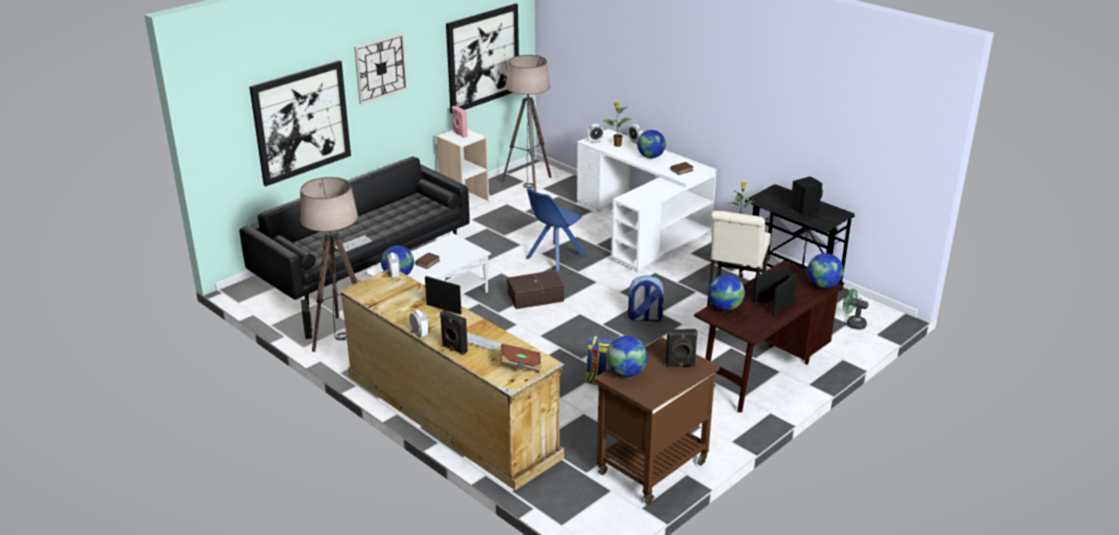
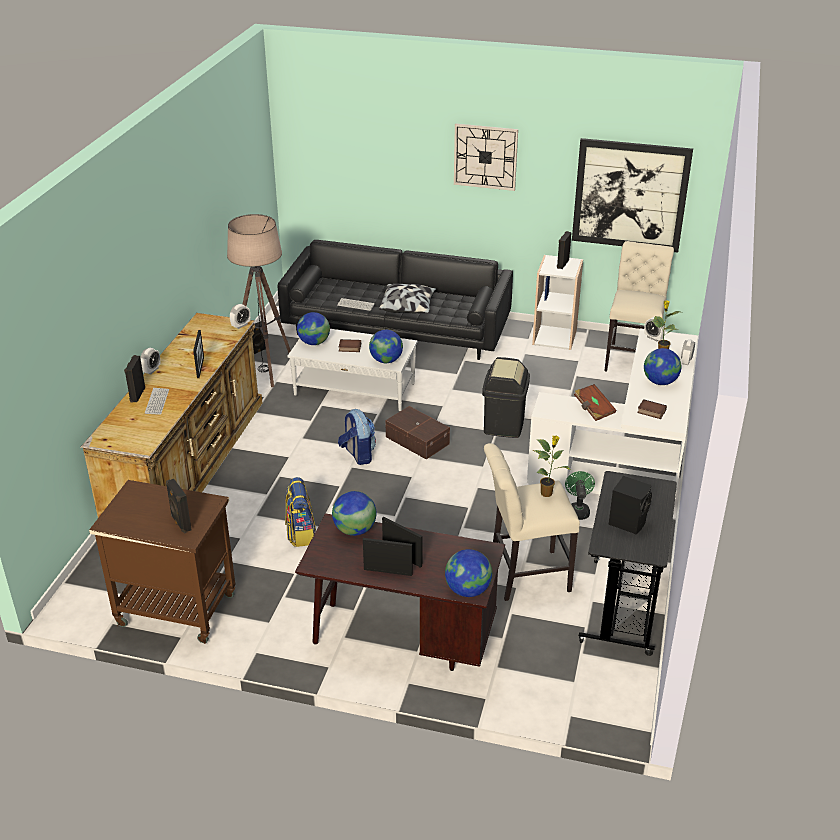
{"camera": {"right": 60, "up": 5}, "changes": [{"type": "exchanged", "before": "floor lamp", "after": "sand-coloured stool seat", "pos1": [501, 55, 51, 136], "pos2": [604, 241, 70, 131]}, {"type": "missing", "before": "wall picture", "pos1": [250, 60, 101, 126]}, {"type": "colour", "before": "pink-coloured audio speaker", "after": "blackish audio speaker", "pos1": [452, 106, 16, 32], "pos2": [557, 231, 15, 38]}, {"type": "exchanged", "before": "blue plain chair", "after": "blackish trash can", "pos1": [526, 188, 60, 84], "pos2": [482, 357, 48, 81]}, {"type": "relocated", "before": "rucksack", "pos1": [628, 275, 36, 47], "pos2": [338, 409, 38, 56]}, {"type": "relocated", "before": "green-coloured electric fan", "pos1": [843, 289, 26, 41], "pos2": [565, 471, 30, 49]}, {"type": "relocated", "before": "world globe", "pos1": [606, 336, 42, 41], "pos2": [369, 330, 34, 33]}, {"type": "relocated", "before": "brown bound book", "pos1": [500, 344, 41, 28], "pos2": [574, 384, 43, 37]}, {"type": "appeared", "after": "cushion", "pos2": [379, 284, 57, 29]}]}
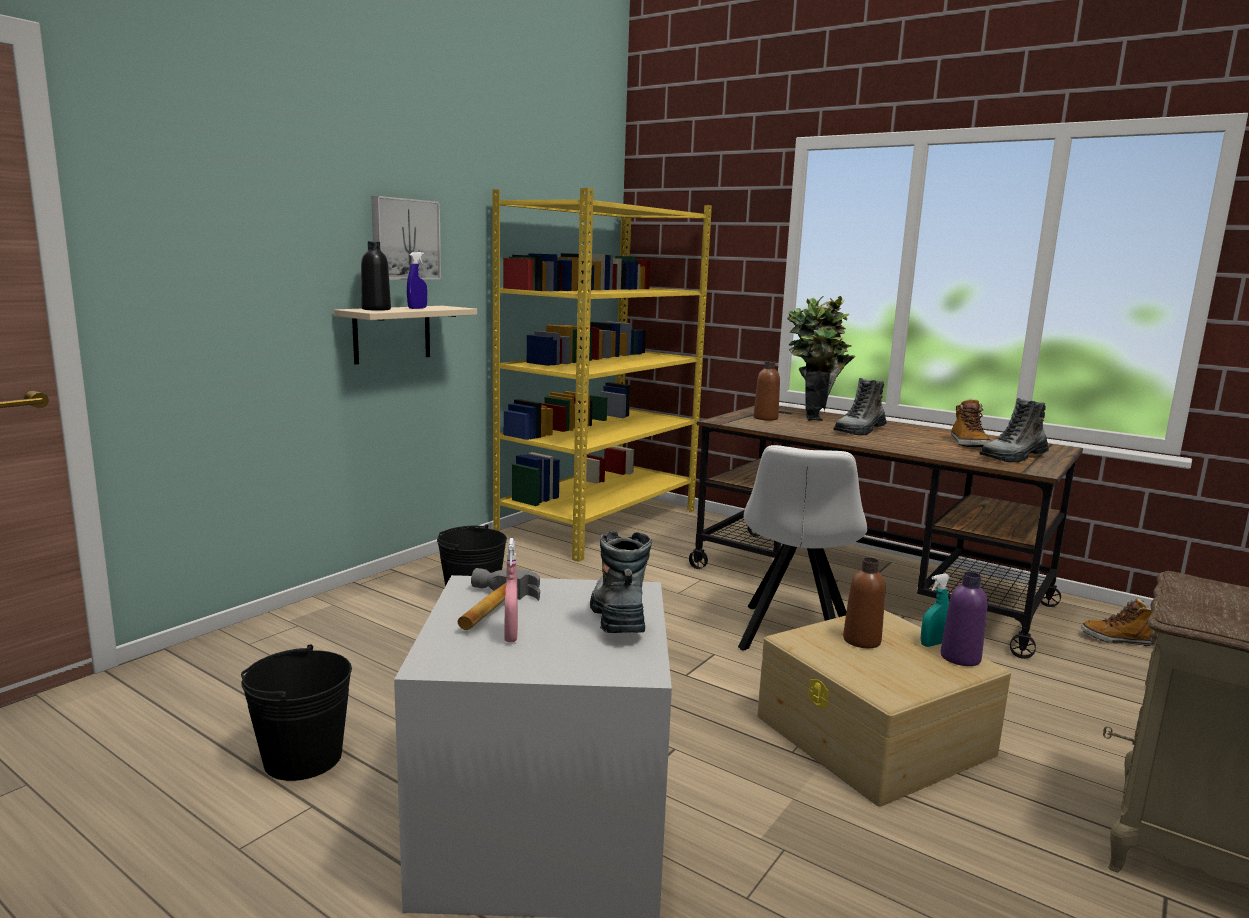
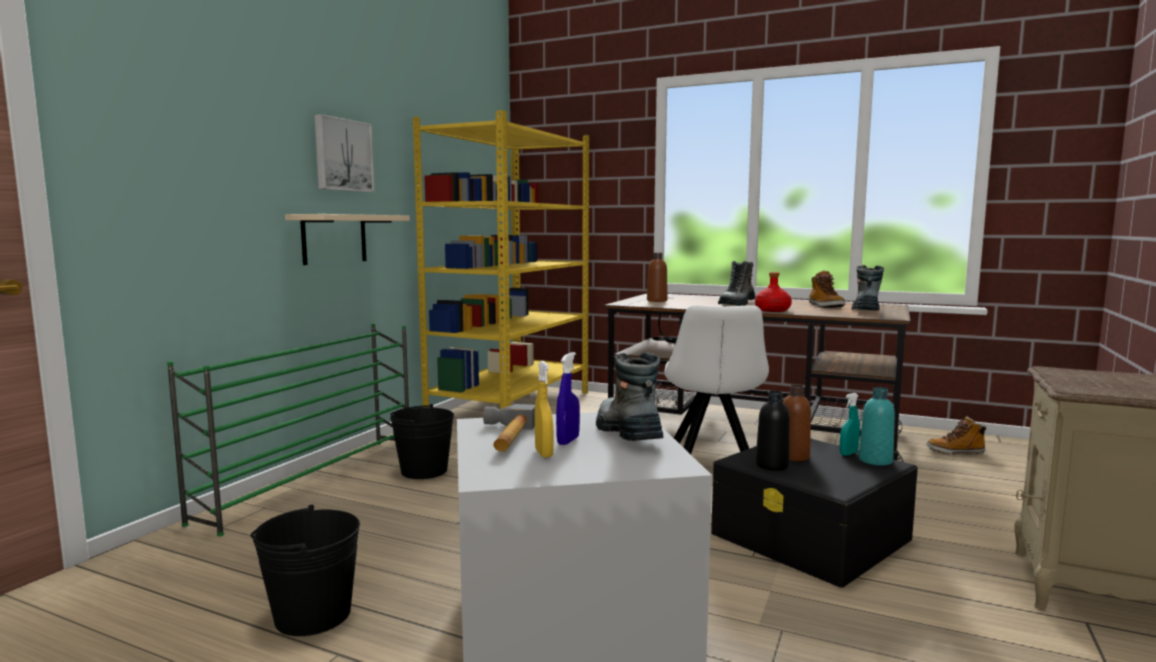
{"camera": {"right": -10, "up": -5}, "changes": [{"type": "relocated", "before": "blackish bottle", "pos1": [361, 241, 30, 70], "pos2": [756, 391, 34, 80]}, {"type": "relocated", "before": "blue spray bottle", "pos1": [407, 252, 20, 57], "pos2": [556, 352, 24, 93]}, {"type": "missing", "before": "houseplant", "pos1": [787, 296, 69, 125]}, {"type": "spun", "before": "boot", "pos1": [980, 398, 69, 65], "pos2": [852, 265, 32, 46], "turn": 150}, {"type": "colour", "before": "pink-coloured spray bottle", "after": "yellow-coloured spray bottle", "pos1": [505, 538, 13, 104], "pos2": [535, 361, 18, 97]}, {"type": "colour", "before": "purple-coloured bottle", "after": "turquoise bottle", "pos1": [941, 572, 47, 94], "pos2": [859, 387, 36, 79]}, {"type": "colour", "before": "sand-coloured storage container", "after": "blackish storage container", "pos1": [757, 610, 254, 197], "pos2": [711, 439, 207, 149]}, {"type": "appeared", "after": "red-coloured bottle", "pos2": [755, 272, 37, 40]}, {"type": "appeared", "after": "green-coloured shoe rack", "pos2": [167, 323, 242, 213]}]}
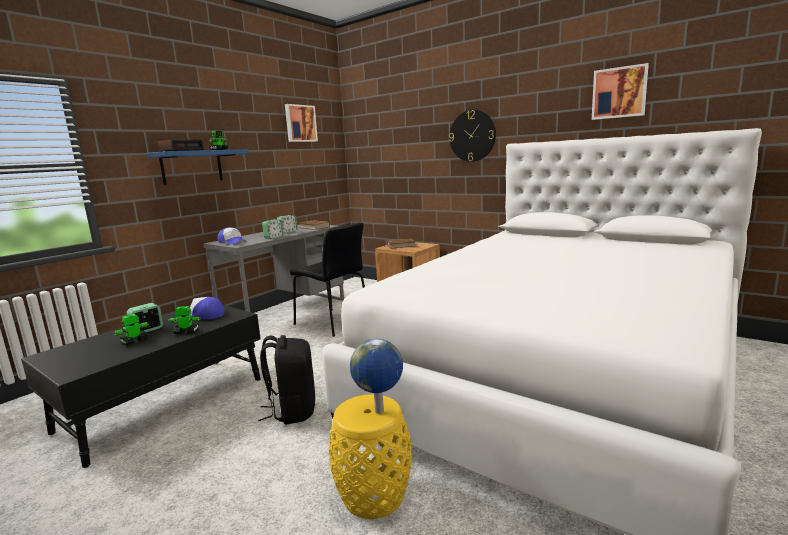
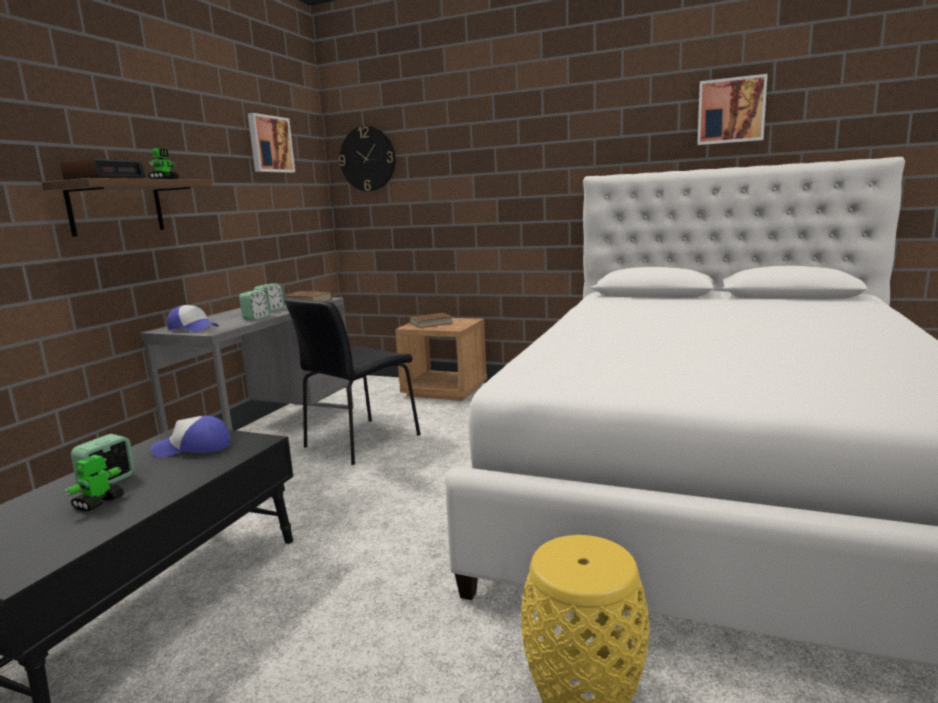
{"camera": {"right": -15, "up": 0}, "changes": [{"type": "relocated", "before": "clock on the wall", "pos1": [449, 110, 47, 52], "pos2": [339, 126, 57, 66]}, {"type": "colour", "before": "blue wall shelf", "after": "brown wall shelf", "pos1": [146, 149, 103, 36], "pos2": [41, 178, 171, 59]}, {"type": "spun", "before": "blackish plain chair", "pos1": [290, 222, 75, 115], "pos2": [284, 298, 137, 167], "turn": 105}, {"type": "missing", "before": "model robot", "pos1": [168, 306, 33, 28]}, {"type": "missing", "before": "blackish rucksack", "pos1": [258, 335, 57, 89]}, {"type": "missing", "before": "world globe", "pos1": [350, 339, 53, 75]}]}
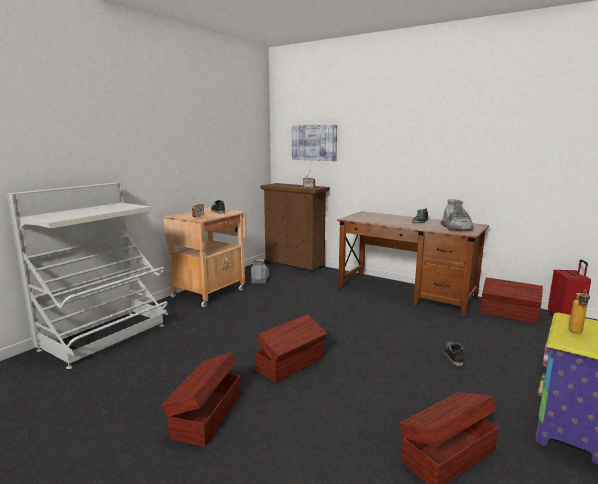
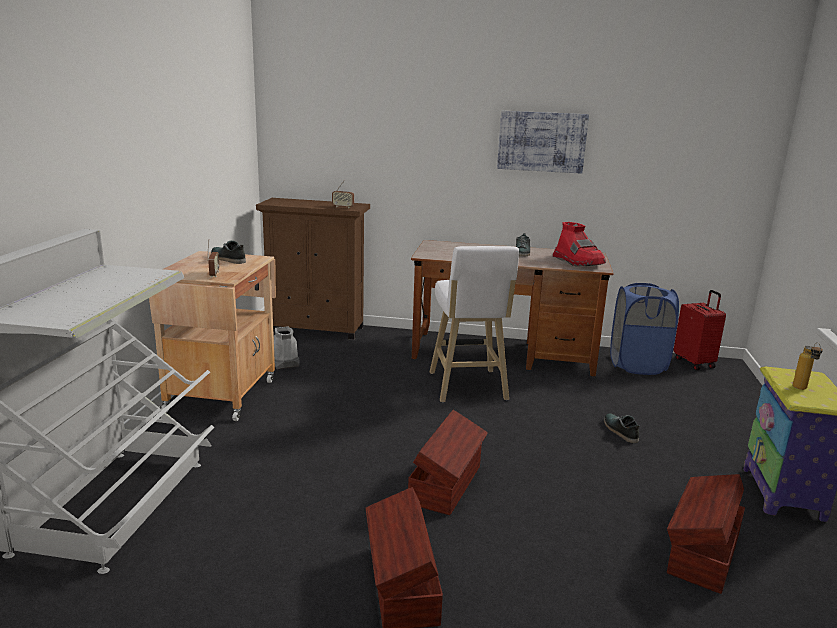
{"camera": {"right": -25, "up": 5}, "changes": [{"type": "relocated", "before": "wall picture", "pos1": [292, 125, 45, 36], "pos2": [497, 111, 92, 63]}, {"type": "colour", "before": "greyish boot", "after": "red-coloured boot", "pos1": [441, 199, 33, 32], "pos2": [553, 222, 53, 44]}, {"type": "exchanged", "before": "brown storage container", "after": "blue laundry basket", "pos1": [480, 277, 63, 47], "pos2": [610, 283, 69, 92]}, {"type": "appeared", "after": "white stool seat", "pos2": [430, 246, 89, 156]}]}
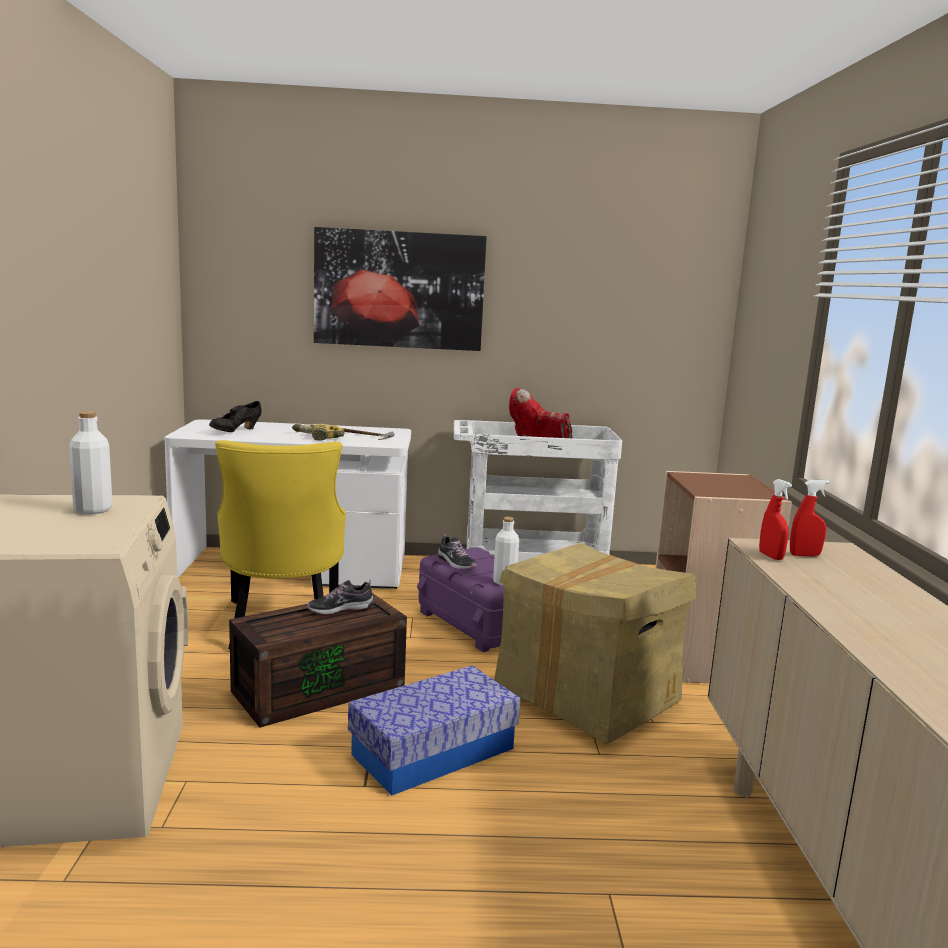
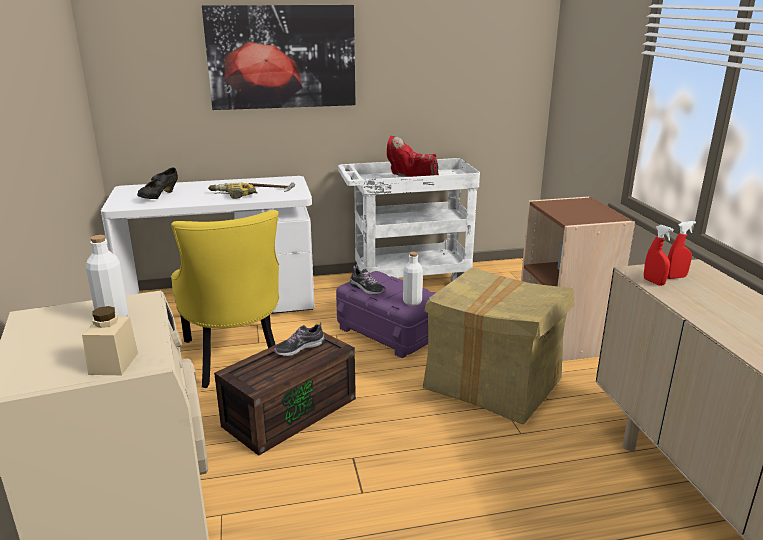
{"camera": {"right": -10, "up": 10}, "changes": [{"type": "missing", "before": "storage container", "pos1": [348, 665, 172, 131]}, {"type": "appeared", "after": "sand-coloured preserve jar", "pos2": [82, 306, 56, 69]}]}
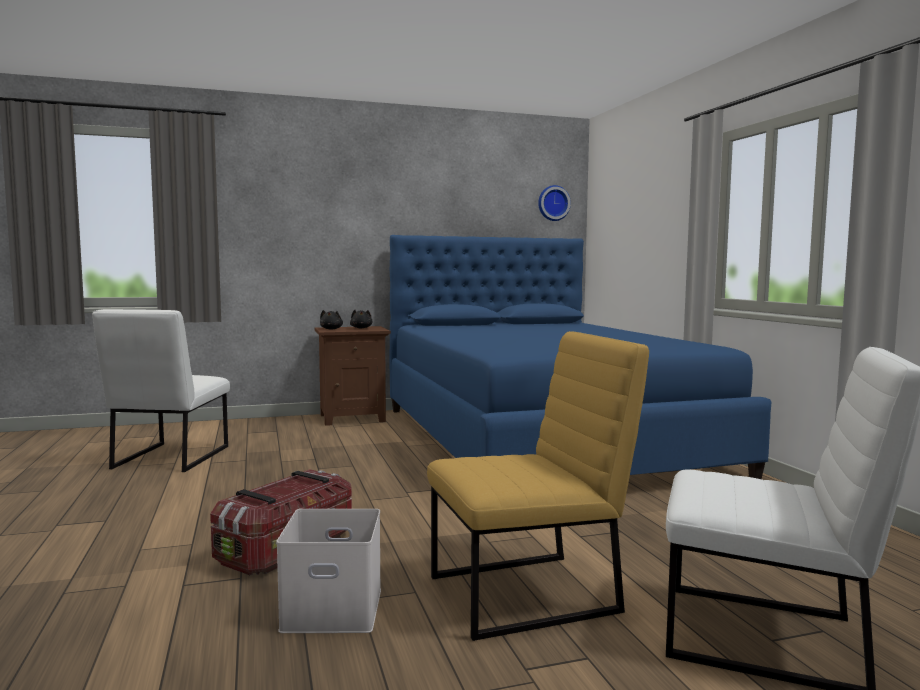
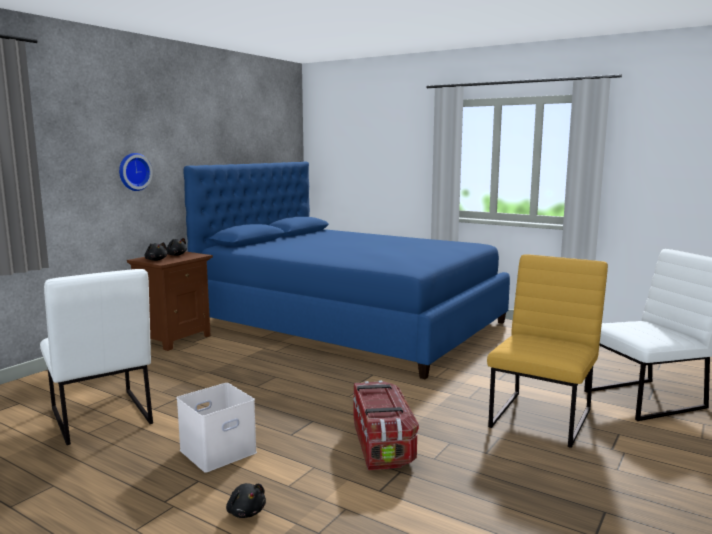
{"camera": {"right": -40, "up": 5}, "changes": [{"type": "relocated", "before": "clock on the wall", "pos1": [538, 185, 33, 36], "pos2": [119, 153, 34, 38]}, {"type": "relocated", "before": "white storage container", "pos1": [276, 509, 105, 124], "pos2": [177, 383, 80, 90]}, {"type": "appeared", "after": "blackish cuddly toy", "pos2": [226, 483, 40, 35]}]}
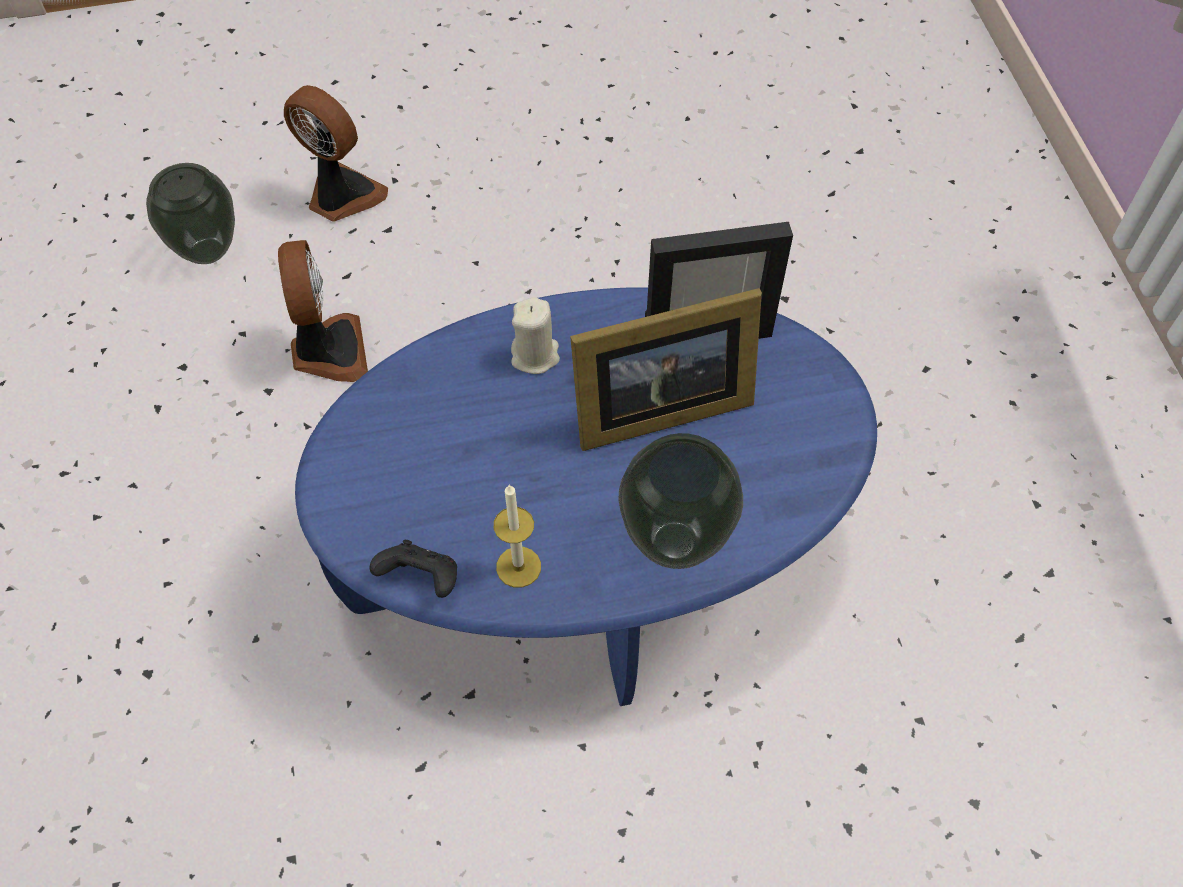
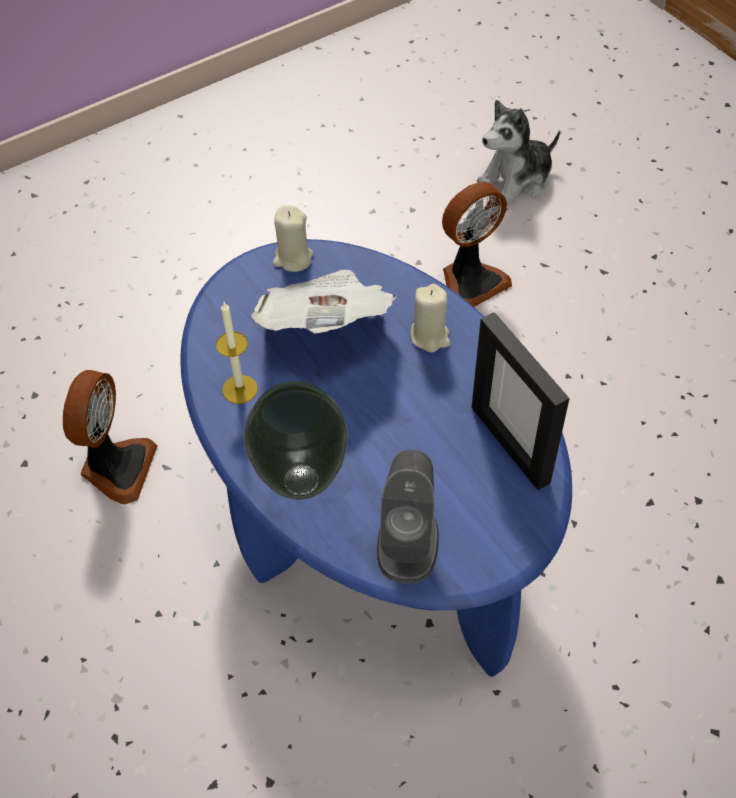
{"camera": {"right": 70, "up": -5}, "changes": [{"type": "relocated", "before": "electric fan", "pos1": [284, 85, 104, 136], "pos2": [63, 370, 95, 134]}, {"type": "exchanged", "before": "vase", "after": "cuddly toy", "pos1": [146, 163, 89, 101], "pos2": [477, 100, 83, 104]}, {"type": "missing", "before": "photo frame", "pos1": [570, 288, 192, 163]}, {"type": "missing", "before": "blackish gamepad", "pos1": [370, 540, 87, 58]}, {"type": "appeared", "after": "sand-coloured wax candle", "pos2": [273, 205, 40, 67]}, {"type": "appeared", "after": "newspaper", "pos2": [251, 270, 145, 63]}, {"type": "appeared", "after": "greyish audio speaker", "pos2": [377, 450, 62, 134]}]}
